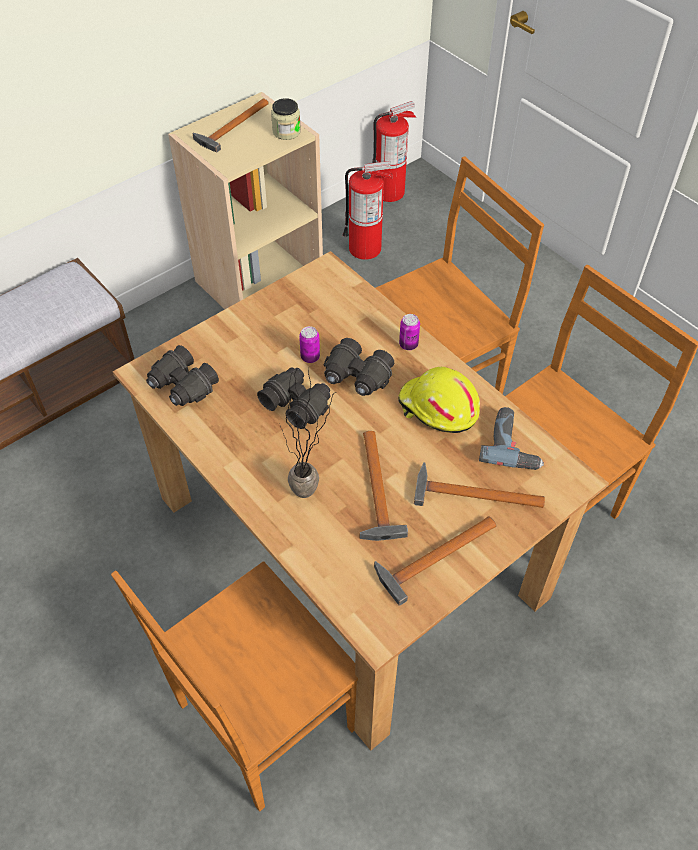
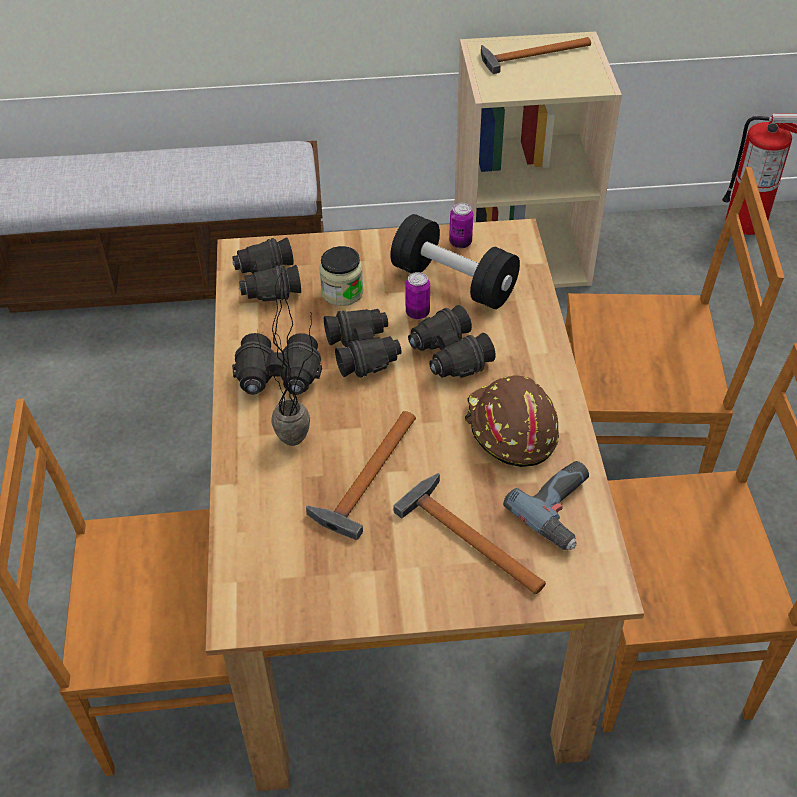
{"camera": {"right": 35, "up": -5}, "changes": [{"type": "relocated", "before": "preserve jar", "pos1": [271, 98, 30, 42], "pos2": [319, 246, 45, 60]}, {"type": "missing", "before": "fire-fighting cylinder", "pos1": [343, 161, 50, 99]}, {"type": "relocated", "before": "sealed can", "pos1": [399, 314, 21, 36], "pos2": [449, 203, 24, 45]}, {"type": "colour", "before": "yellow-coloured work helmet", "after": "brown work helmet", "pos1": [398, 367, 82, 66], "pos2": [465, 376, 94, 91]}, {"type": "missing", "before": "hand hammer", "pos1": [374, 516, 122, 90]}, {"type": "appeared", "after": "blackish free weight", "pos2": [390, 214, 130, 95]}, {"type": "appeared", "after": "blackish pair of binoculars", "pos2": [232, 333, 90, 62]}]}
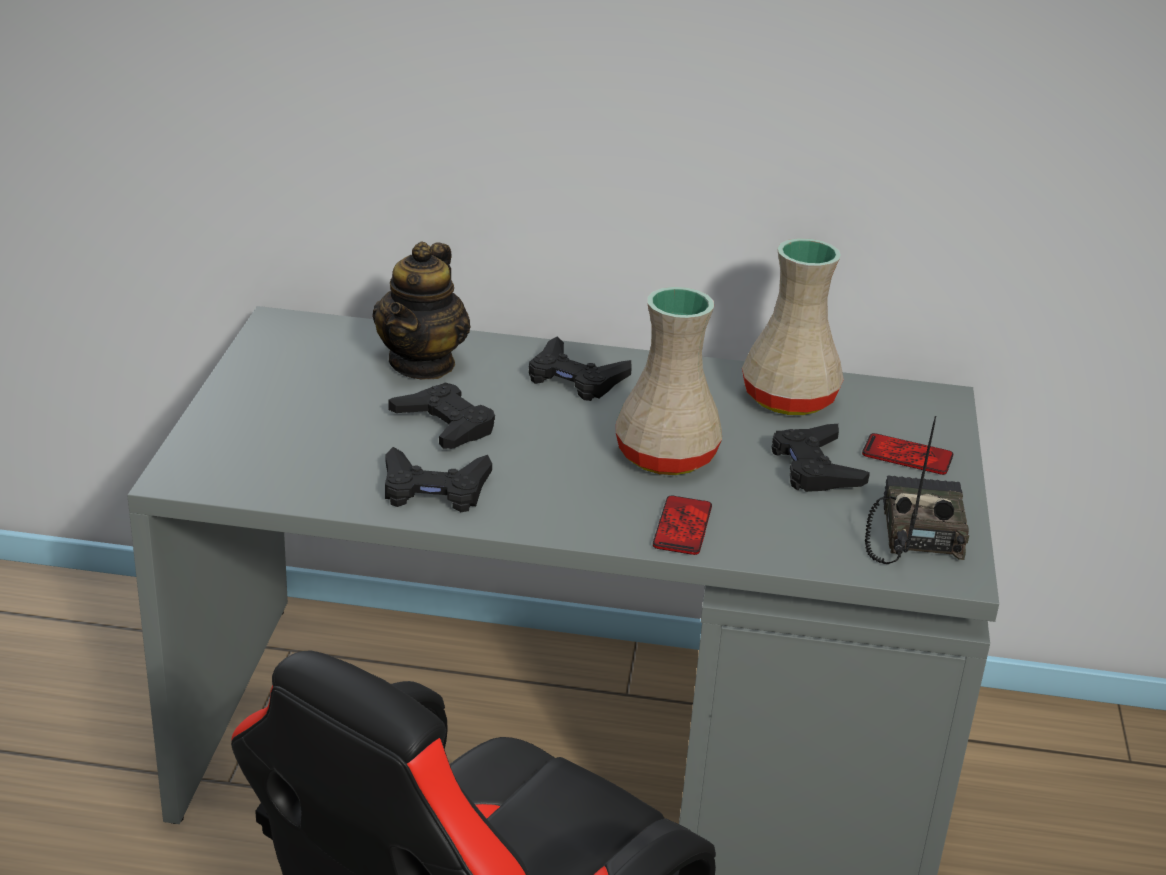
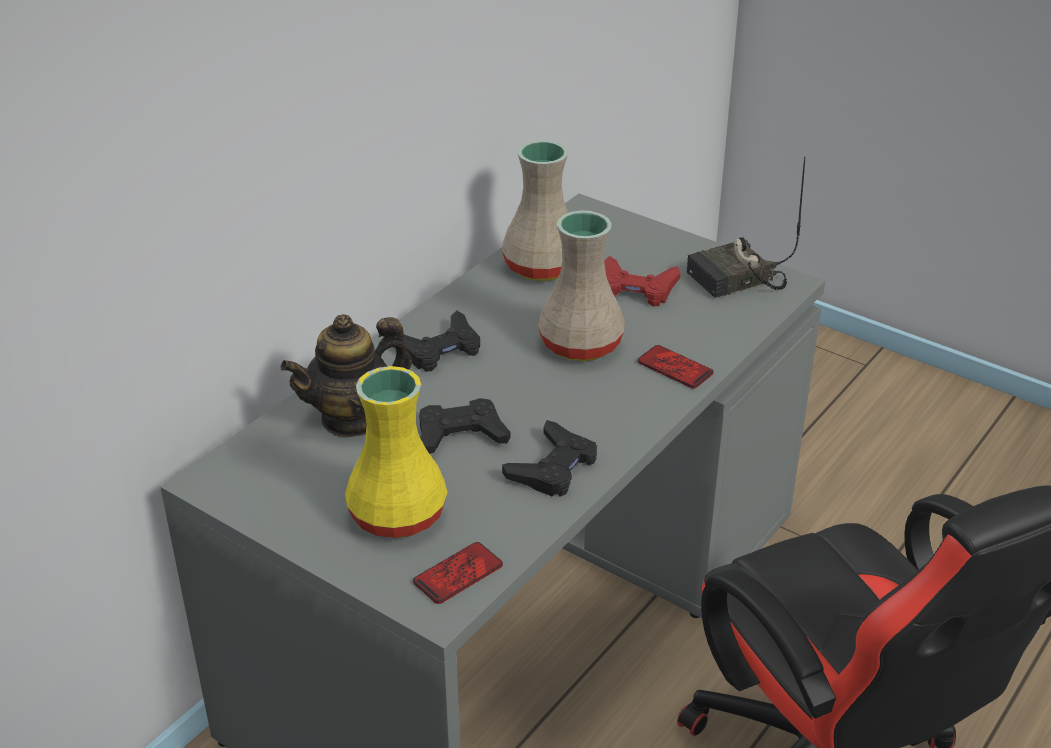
{"camera": {"right": -60, "up": 5}, "changes": [{"type": "spun", "before": "tea pot", "pos1": [372, 242, 99, 137], "pos2": [280, 314, 132, 124], "turn": 105}, {"type": "spun", "before": "radio receiver", "pos1": [865, 416, 104, 148], "pos2": [687, 156, 118, 142], "turn": -60}, {"type": "colour", "before": "blackish gamepad", "after": "red-coloured gamepad", "pos1": [771, 424, 99, 68], "pos2": [604, 256, 76, 51]}, {"type": "relocated", "before": "telephone", "pos1": [862, 433, 91, 42], "pos2": [413, 542, 90, 62]}, {"type": "appeared", "after": "yellow-coloured vase", "pos2": [345, 366, 103, 172]}]}
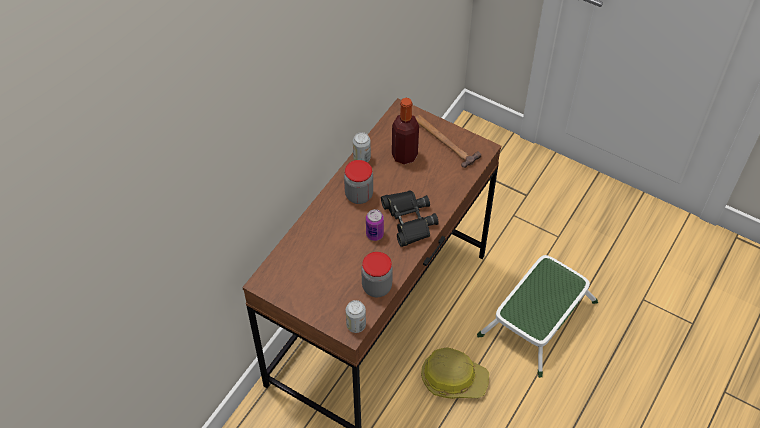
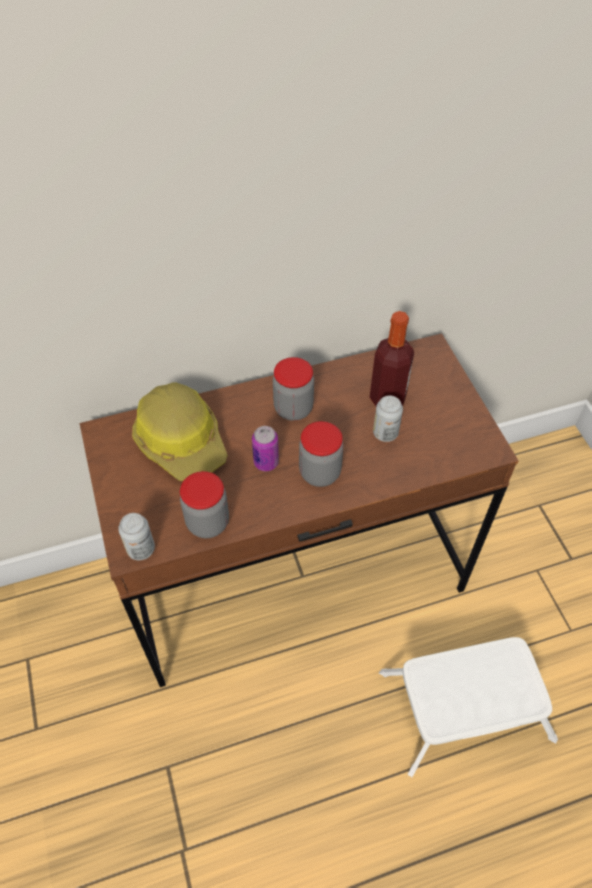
{"camera": {"right": 40, "up": 0}, "changes": [{"type": "missing", "before": "hand hammer", "pos1": [415, 115, 66, 53]}, {"type": "relocated", "before": "sealed can", "pos1": [353, 132, 18, 30], "pos2": [373, 395, 30, 47]}, {"type": "exchanged", "before": "blackish pair of binoculars", "after": "preserve jar", "pos1": [381, 190, 58, 57], "pos2": [299, 421, 44, 66]}, {"type": "colour", "before": "green-coloured stepladder", "after": "white stepladder", "pos1": [477, 255, 121, 123], "pos2": [379, 637, 179, 140]}, {"type": "relocated", "before": "work helmet", "pos1": [421, 347, 68, 52], "pos2": [132, 382, 96, 99]}]}
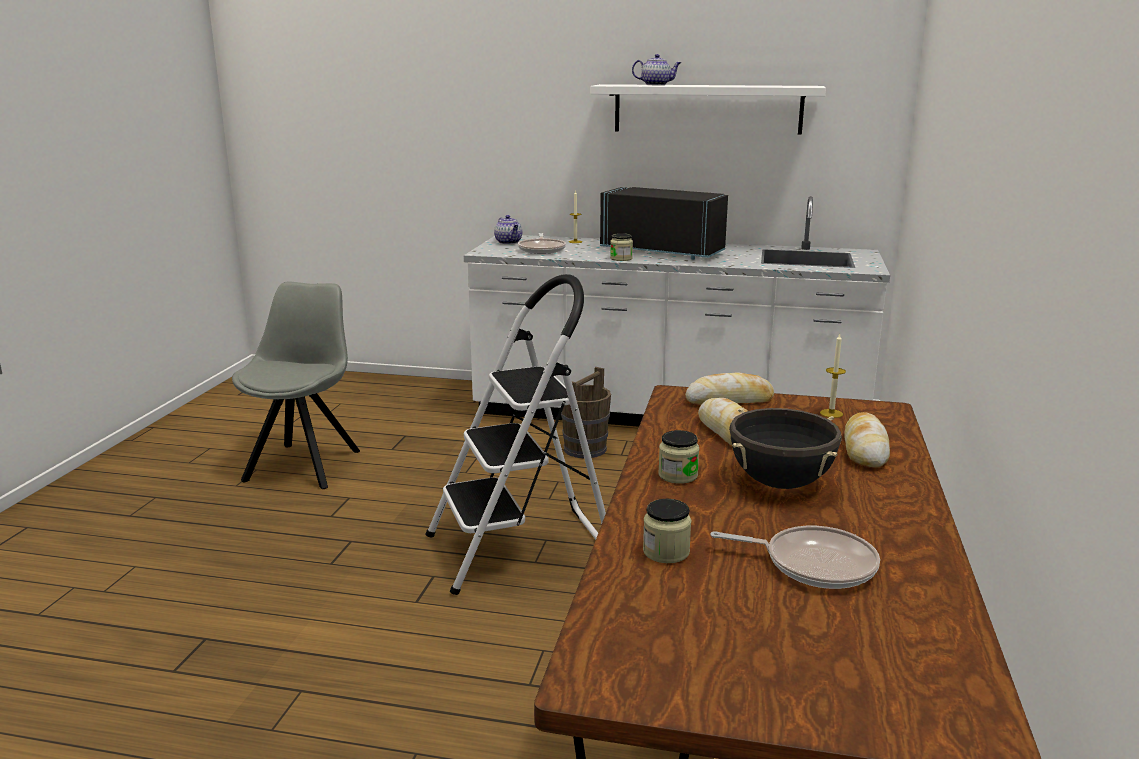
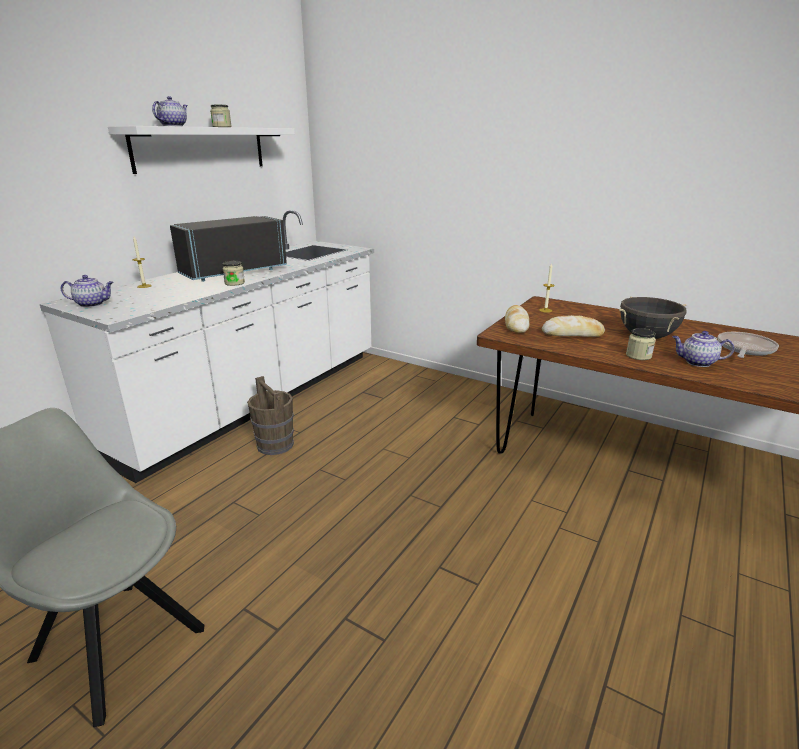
{"camera": {"right": -70, "up": 5}, "changes": [{"type": "missing", "before": "skillet", "pos1": [518, 233, 48, 21]}, {"type": "missing", "before": "stepladder", "pos1": [425, 274, 181, 321]}, {"type": "missing", "before": "bread", "pos1": [844, 412, 46, 56]}, {"type": "relocated", "before": "preserve jar", "pos1": [643, 499, 48, 64], "pos2": [210, 105, 22, 22]}, {"type": "appeared", "after": "tea pot", "pos2": [673, 331, 61, 36]}]}
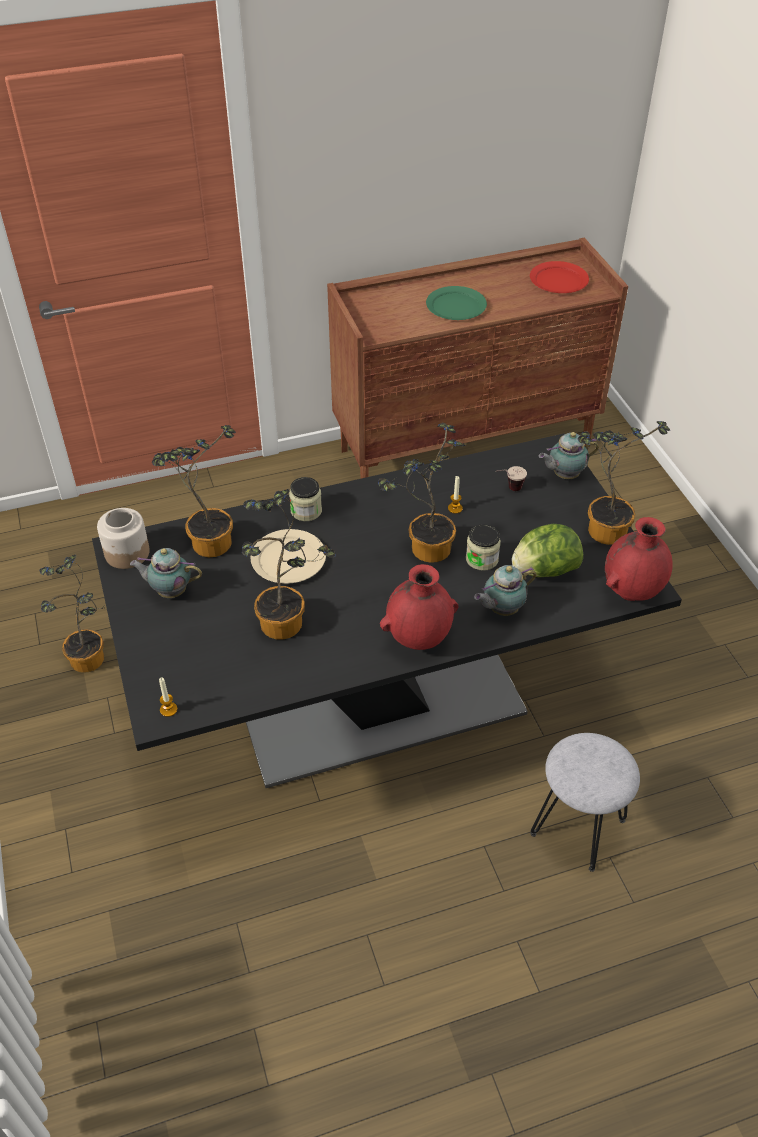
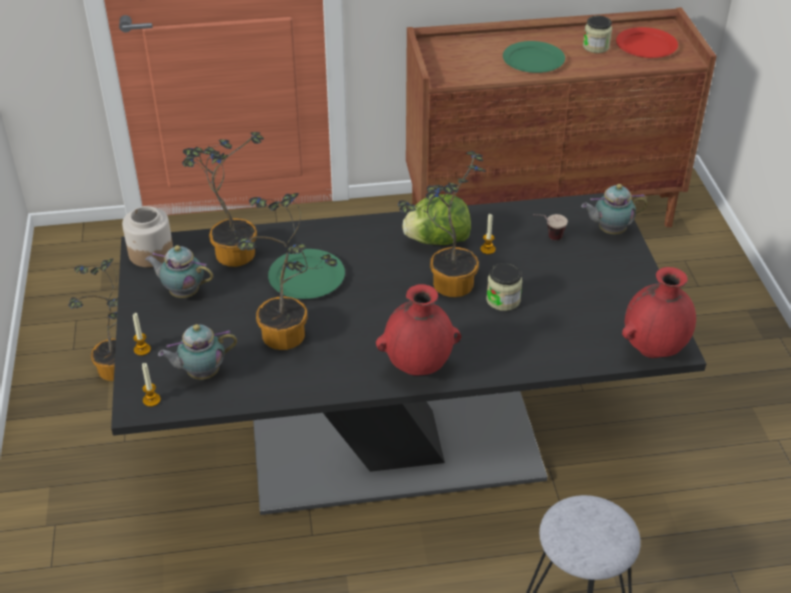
{"camera": {"right": 10, "up": -5}, "changes": [{"type": "missing", "before": "houseplant", "pos1": [578, 421, 92, 124]}, {"type": "relocated", "before": "preserve jar", "pos1": [289, 477, 33, 44], "pos2": [583, 16, 29, 37]}, {"type": "relocated", "before": "head of lettuce", "pos1": [512, 524, 71, 53], "pos2": [402, 194, 69, 51]}, {"type": "colour", "before": "sand-coloured flat dish", "after": "green-coloured flat dish", "pos1": [251, 529, 75, 55], "pos2": [268, 249, 77, 50]}, {"type": "relocated", "before": "tea pot", "pos1": [474, 565, 62, 51], "pos2": [158, 324, 79, 56]}, {"type": "appeared", "after": "wax candle", "pos2": [133, 313, 18, 43]}]}
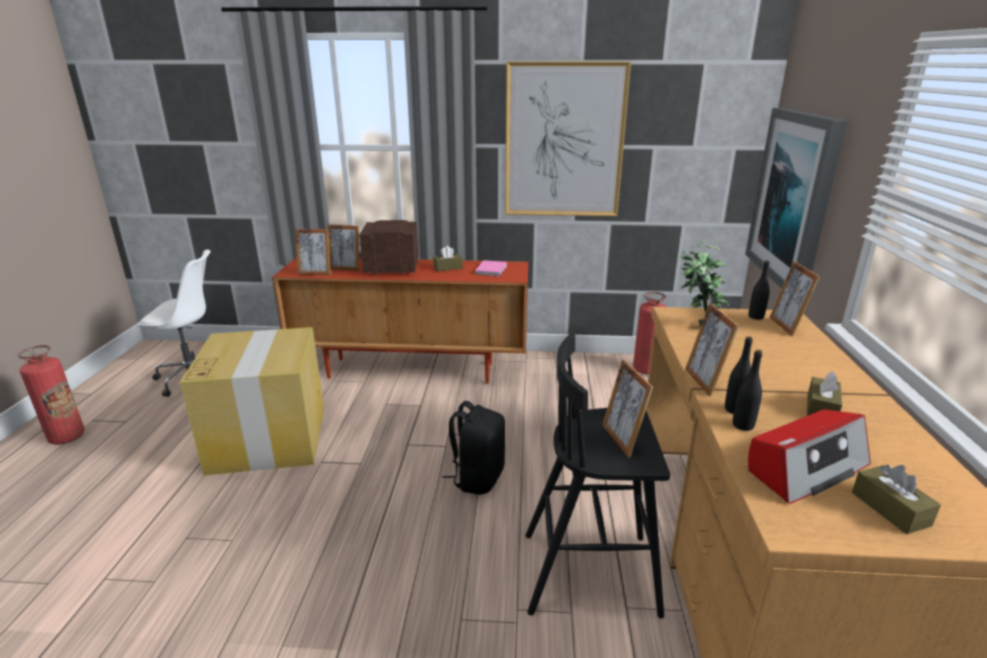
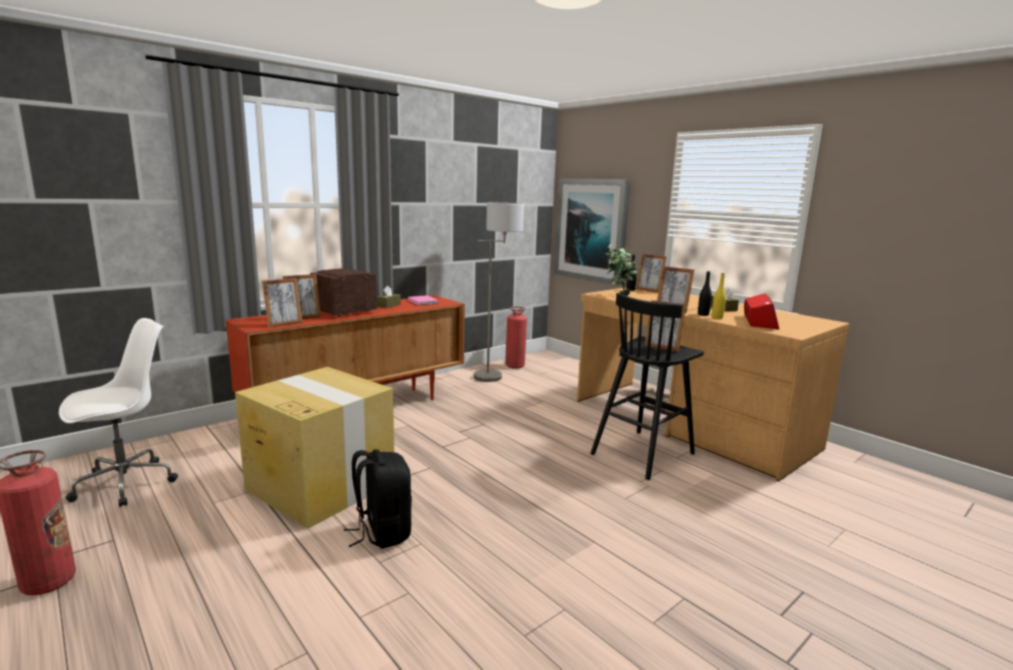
{"camera": {"right": -45, "up": -10}, "changes": [{"type": "missing", "before": "wall picture", "pos1": [505, 61, 126, 155]}, {"type": "colour", "before": "blackish bottle", "after": "yellow-coloured bottle", "pos1": [733, 350, 29, 81], "pos2": [712, 273, 14, 46]}, {"type": "relocated", "before": "blackish rucksack", "pos1": [442, 401, 63, 94], "pos2": [344, 449, 68, 99]}, {"type": "missing", "before": "brown box of tissues", "pos1": [852, 465, 89, 69]}, {"type": "appeared", "after": "greyish floor lamp", "pos2": [474, 203, 50, 179]}]}
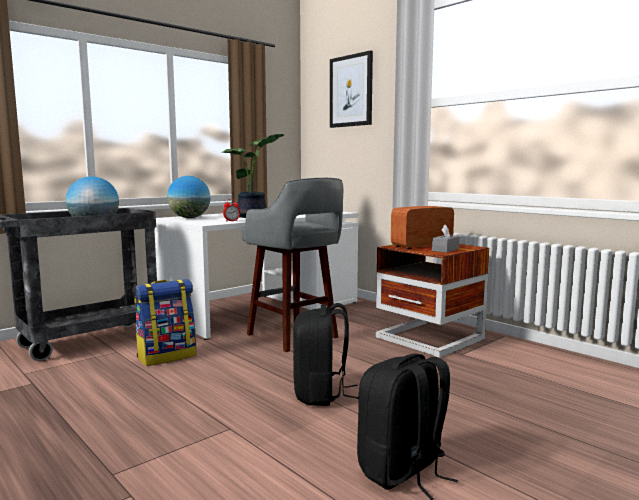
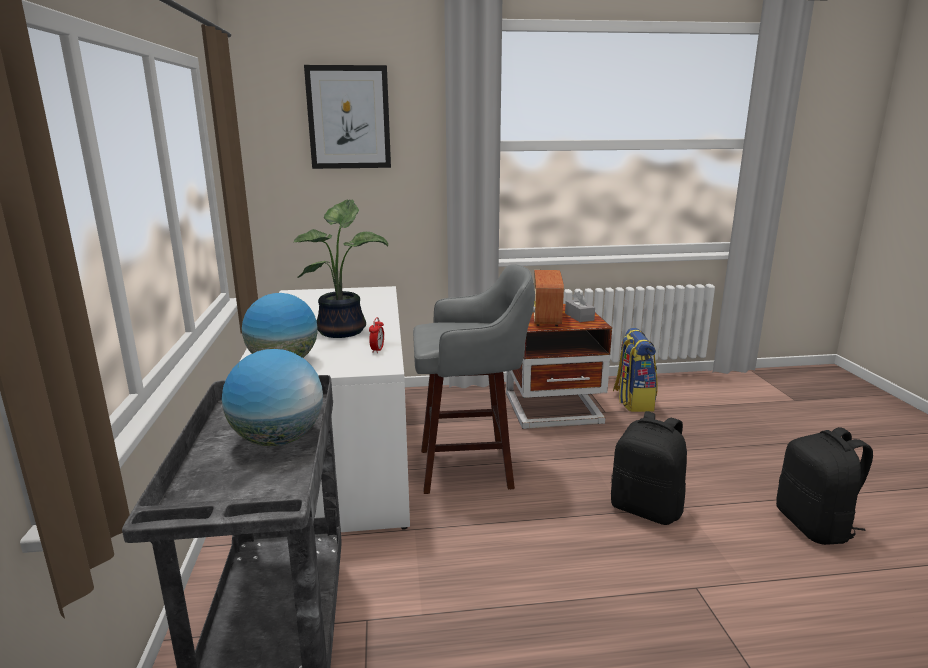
{"camera": {"right": -55, "up": 10}, "changes": [{"type": "relocated", "before": "rucksack", "pos1": [134, 279, 62, 87], "pos2": [613, 328, 45, 84]}]}
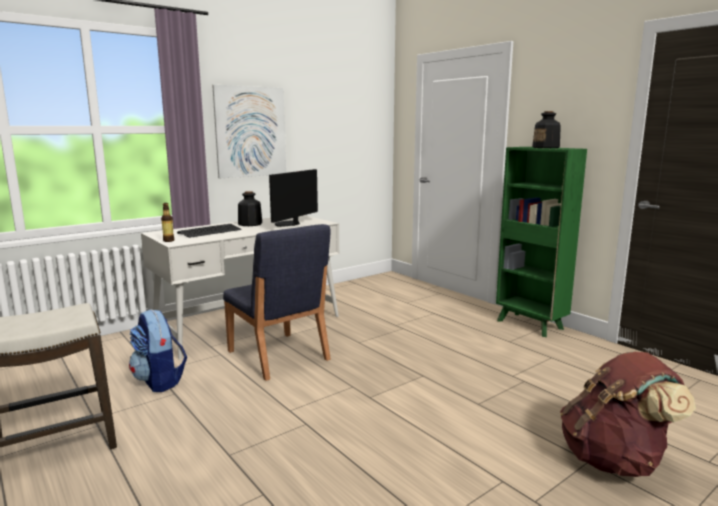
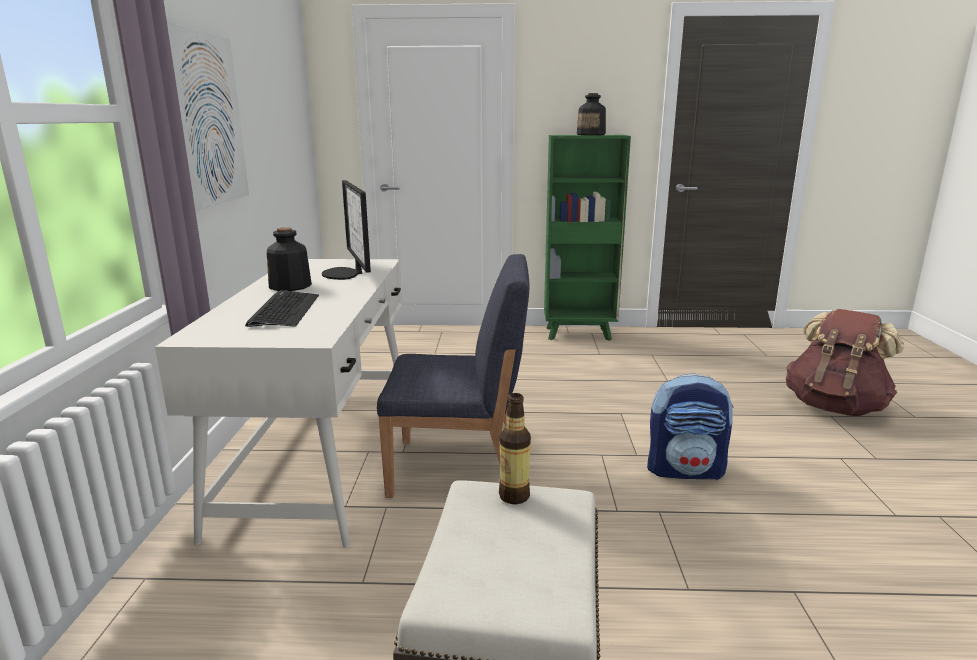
{"camera": {"right": -50, "up": 5}, "changes": [{"type": "relocated", "before": "bottle", "pos1": [161, 203, 13, 39], "pos2": [499, 393, 32, 111]}, {"type": "relocated", "before": "rucksack", "pos1": [129, 309, 58, 83], "pos2": [647, 373, 86, 107]}]}
